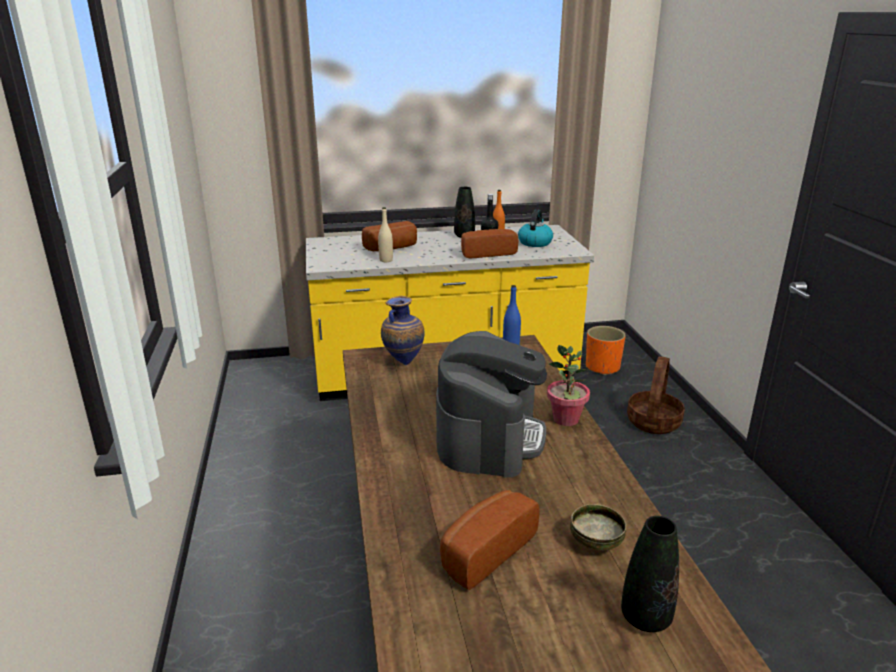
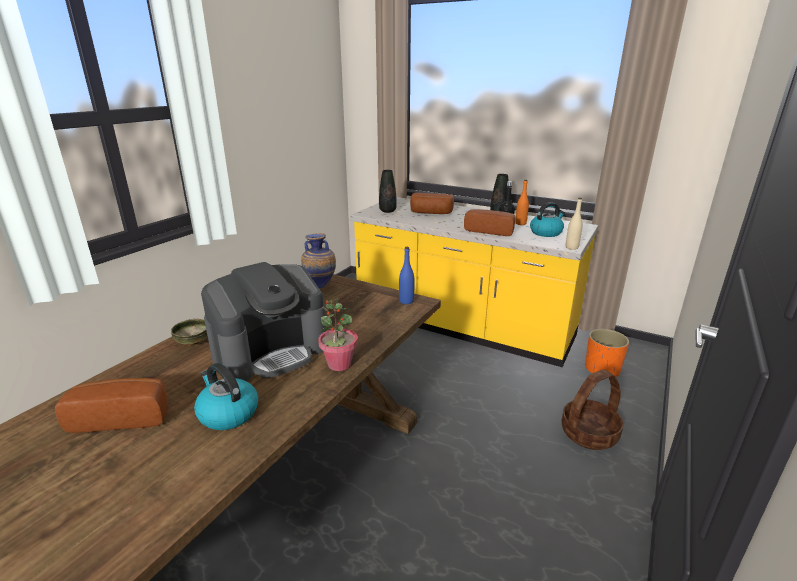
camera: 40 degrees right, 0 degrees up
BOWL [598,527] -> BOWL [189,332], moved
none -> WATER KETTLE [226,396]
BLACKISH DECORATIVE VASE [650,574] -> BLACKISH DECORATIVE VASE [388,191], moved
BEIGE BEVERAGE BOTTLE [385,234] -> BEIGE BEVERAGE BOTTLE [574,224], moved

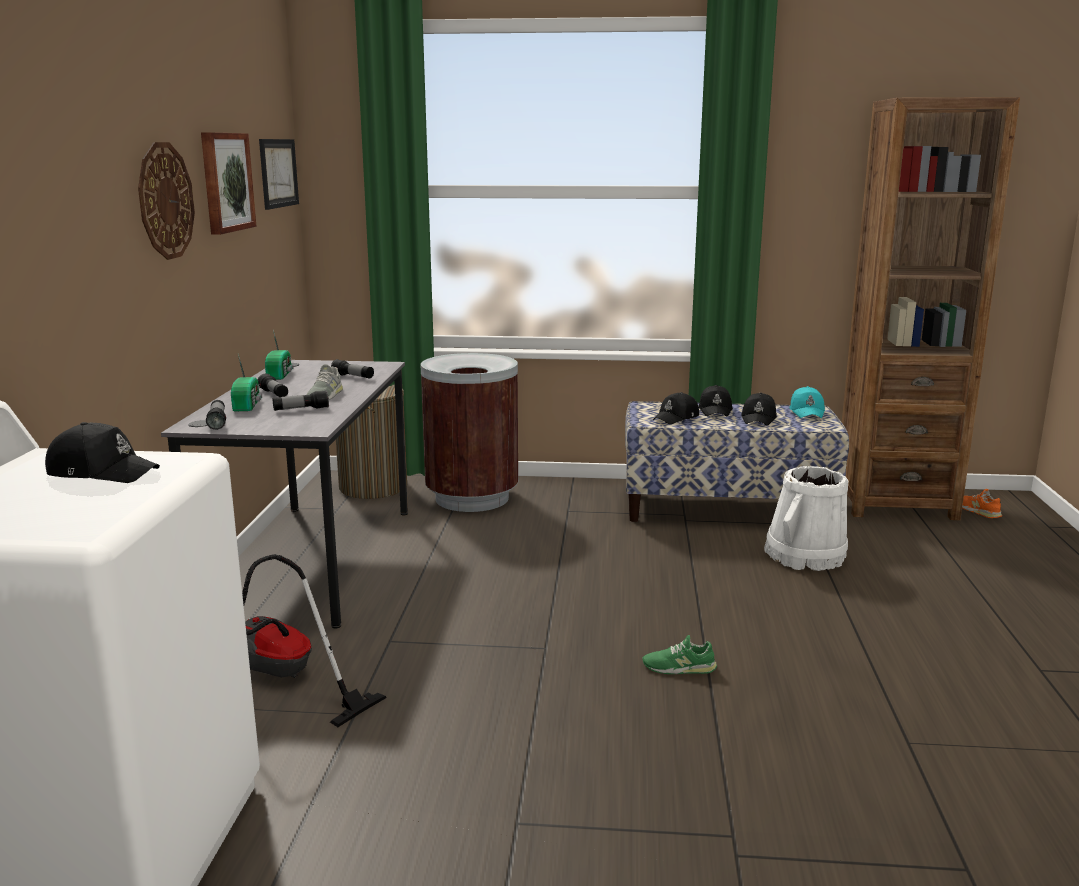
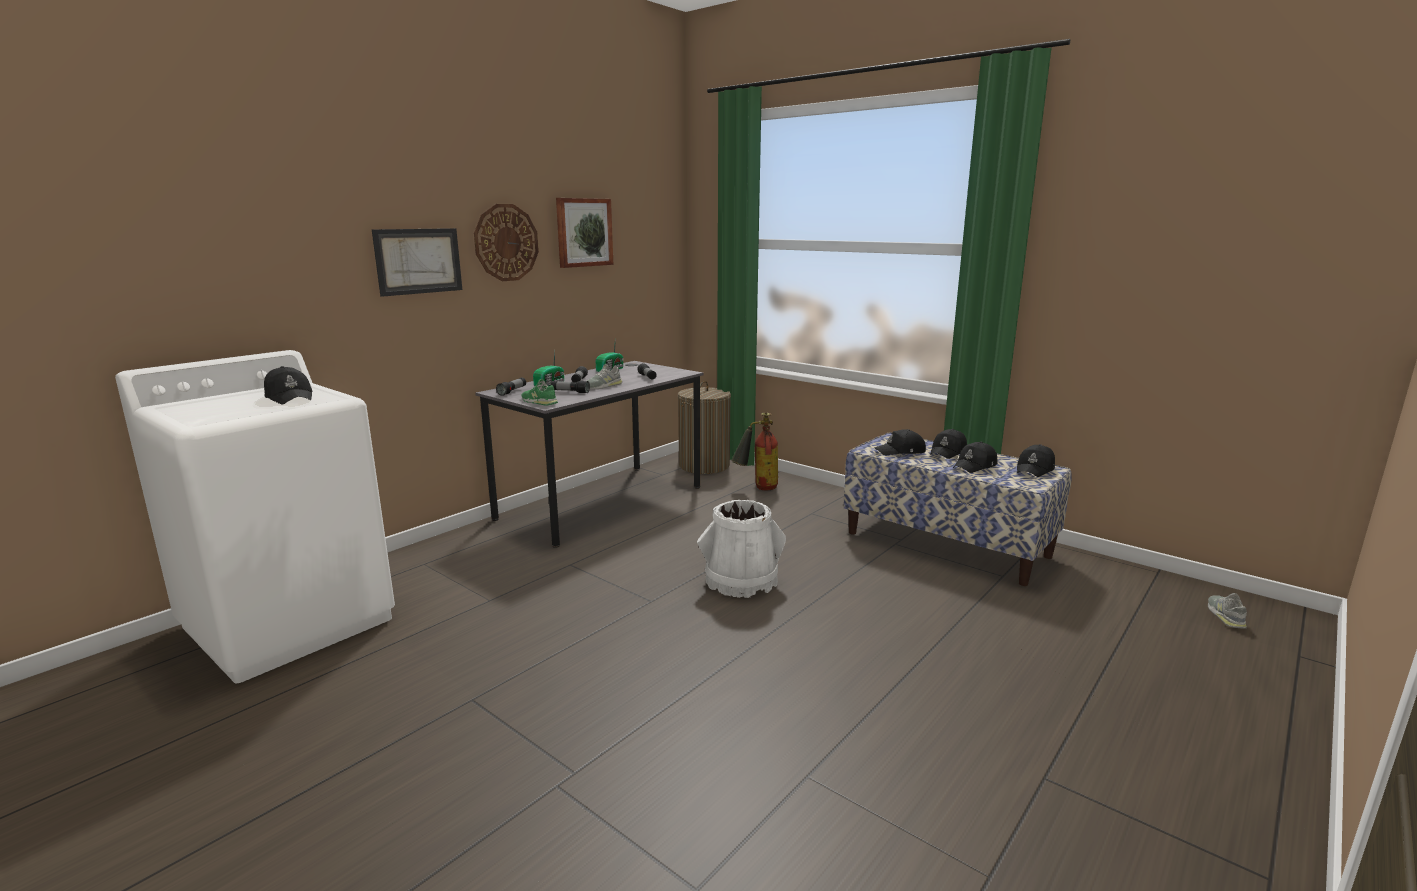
camera: 35 degrees right, 0 degrees up
WALL ART [279,174] -> WALL ART [417,262], moved
GREEN-COLOURED LOW SHOE [679,654] -> GREEN-COLOURED LOW SHOE [539,392], moved
WHITE WATER BUCKET [806,518] -> WHITE WATER BUCKET [741,548], moved
BROWNISH WASTE BIN [469,432] -> EXTINGUISHER [755,451]
BLUE-GREEN CAP [807,402] -> BLACKISH CAP [1036,460]
ORANGE LOW SHOE [982,503] -> GRAY LOW SHOE [1227,611]
VACUUM CLEANER [314,640] -> none
BROWNISH BOOKSHELF [931,308] -> none

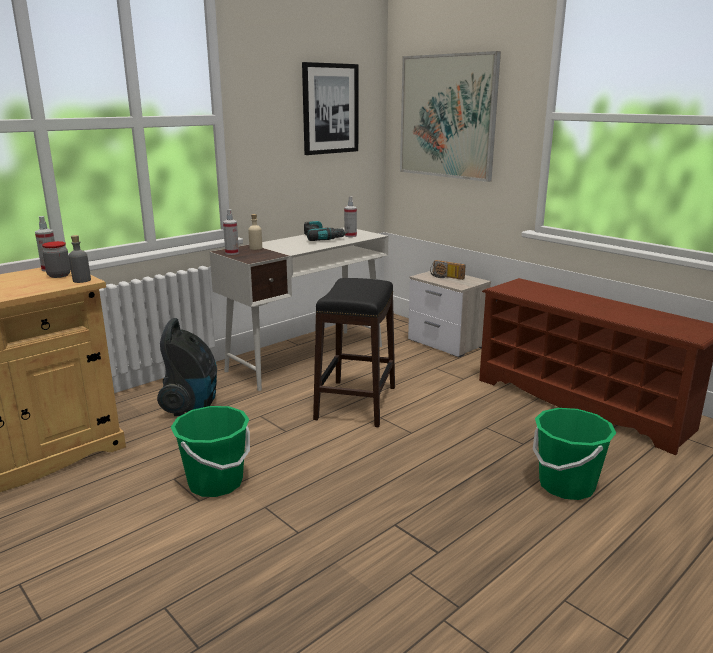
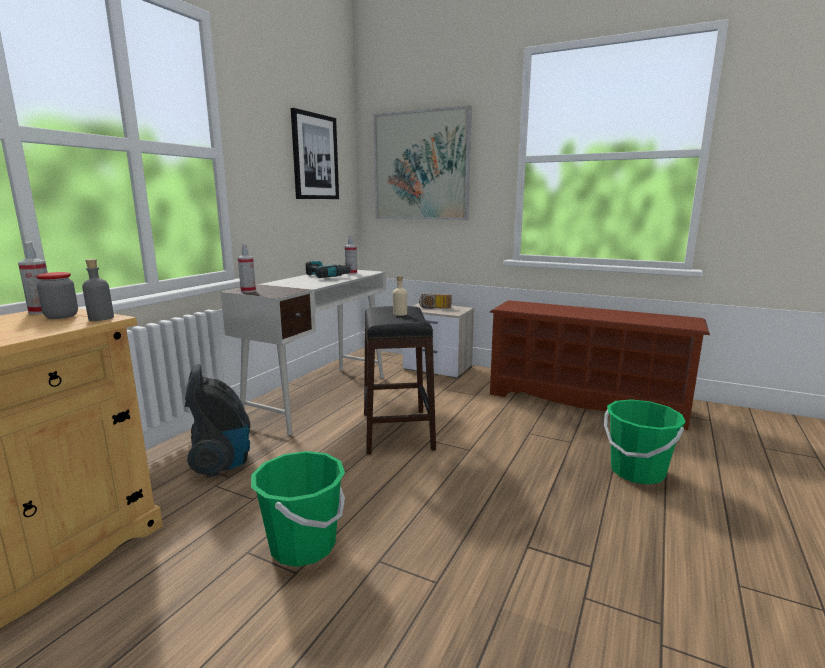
camera: 20 degrees left, 5 degrees down
BEIGE BEVERAGE BOTTLE [255,232] -> BEIGE BEVERAGE BOTTLE [400,296], moved

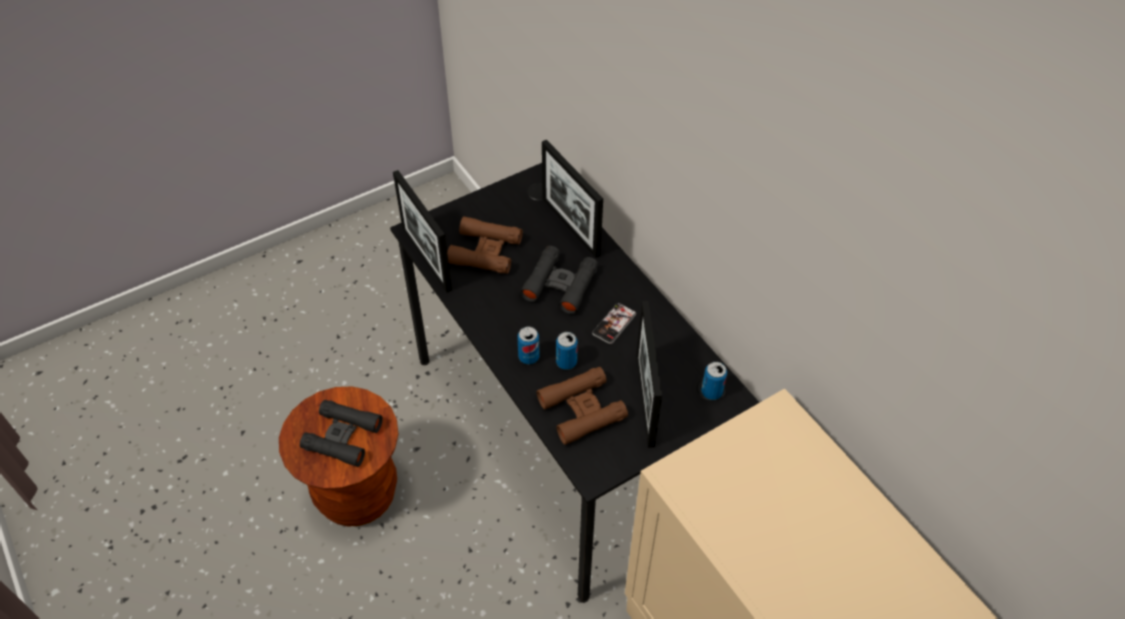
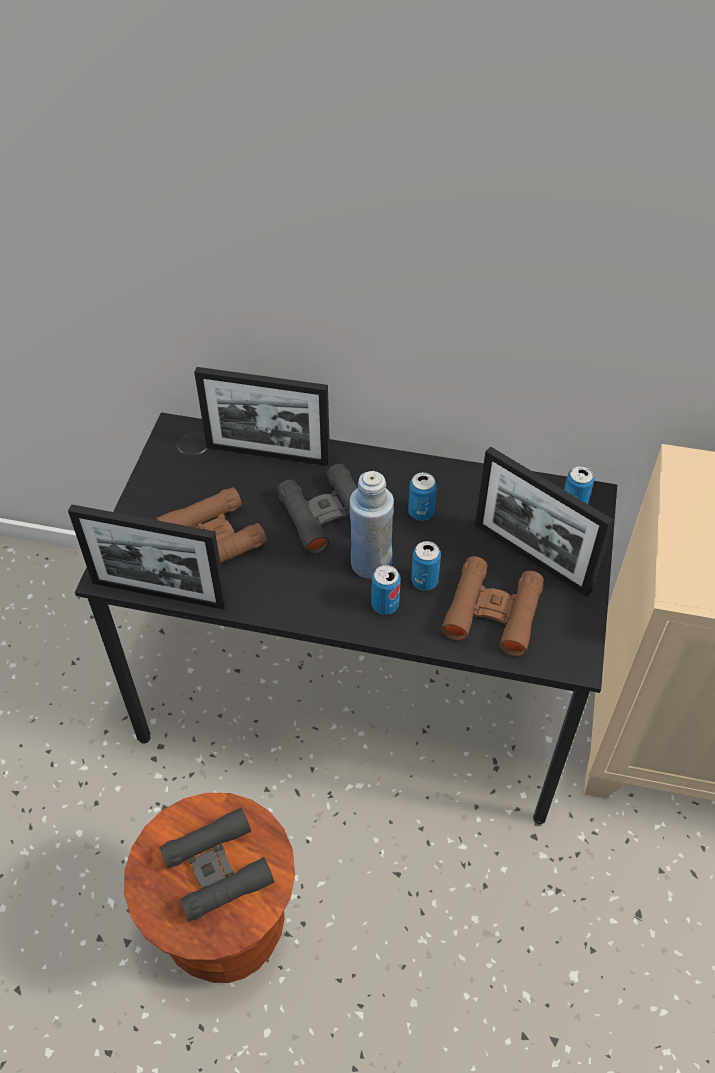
camera: 45 degrees left, 0 degrees up
none -> BLUE-COLOURED BEVERAGE BOTTLE [372,525]
HANDSET [614,323] -> METAL CAN [422,496]

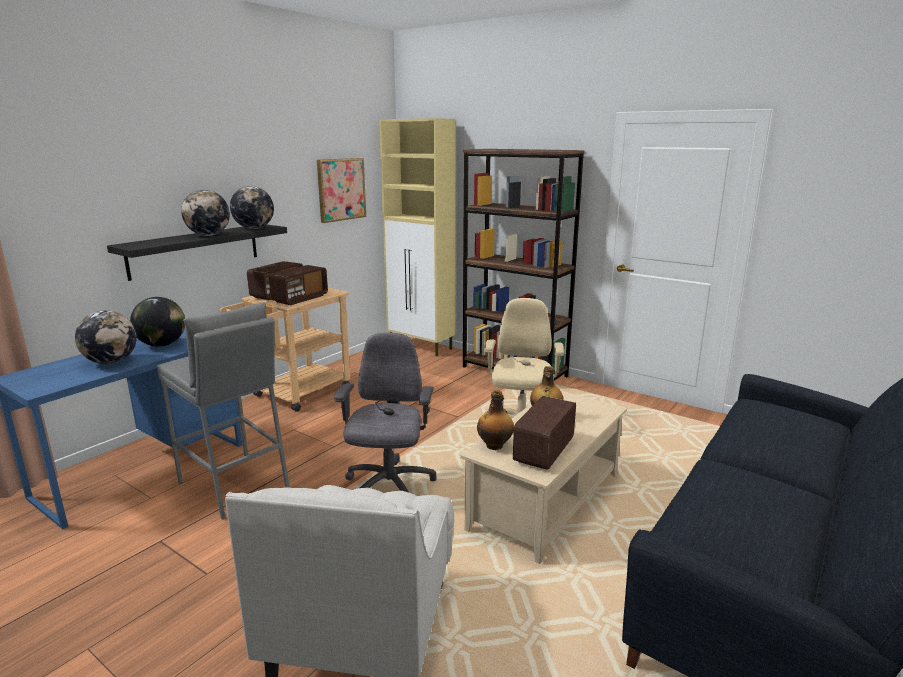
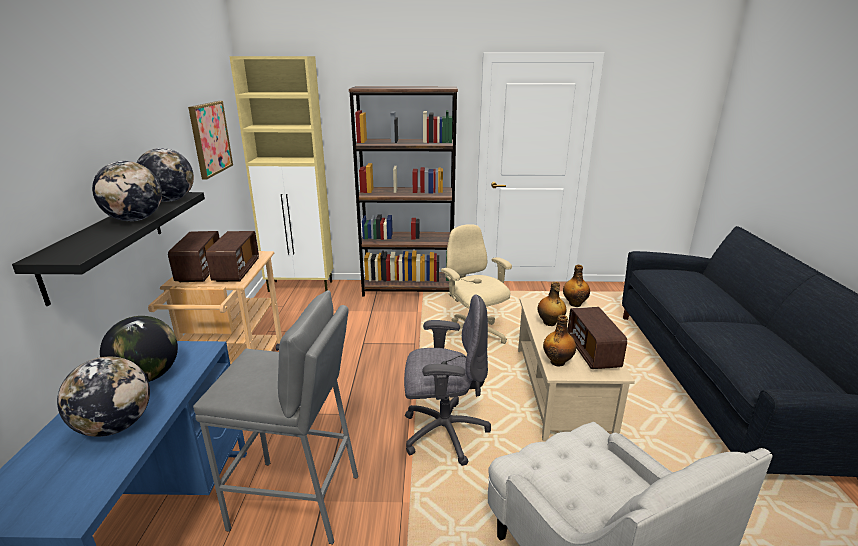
camera: 35 degrees left, 5 degrees up
GRAY DESK CHAIR [385,412] -> GRAY DESK CHAIR [447,380], 120 degrees clockwise
none -> BEVERAGE BOTTLE [576,286]

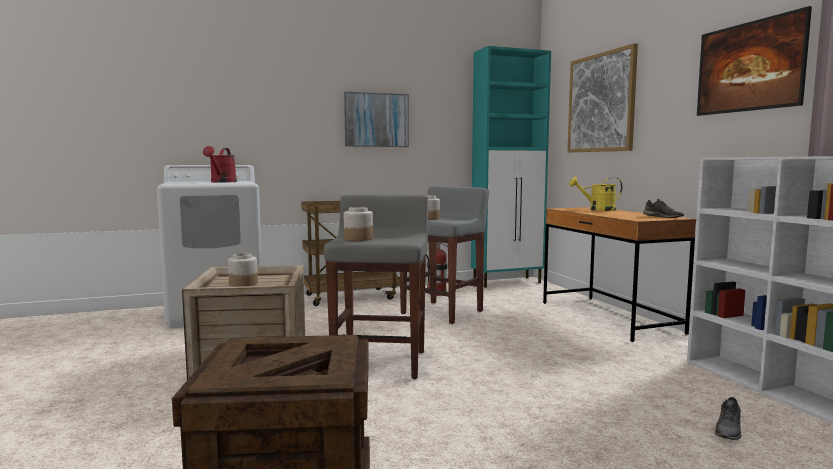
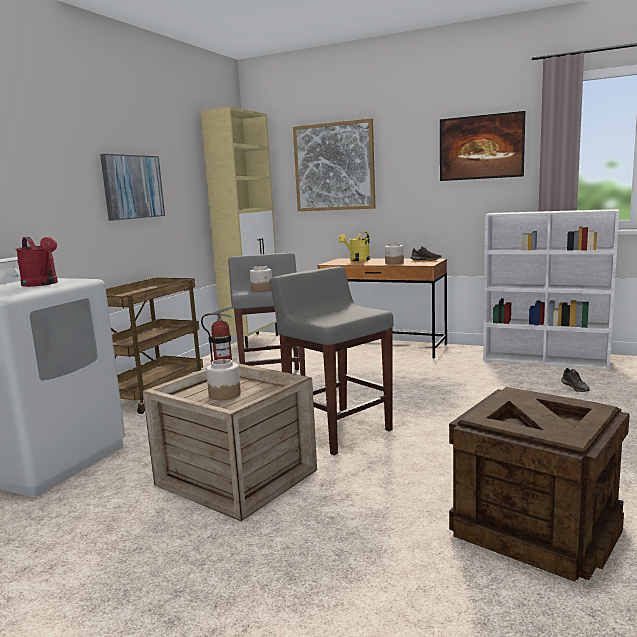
camera: 45 degrees left, 5 degrees up
BLUE-GREEN CUPBOARD [511,167] -> BEIGE CUPBOARD [239,227]
JAR [358,224] -> JAR [394,254], moved

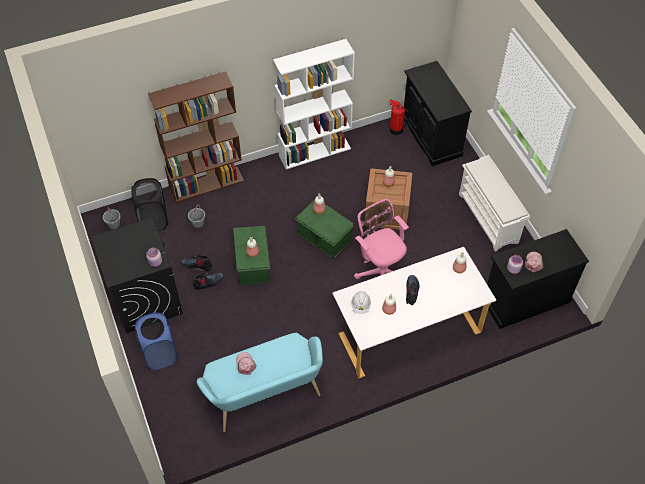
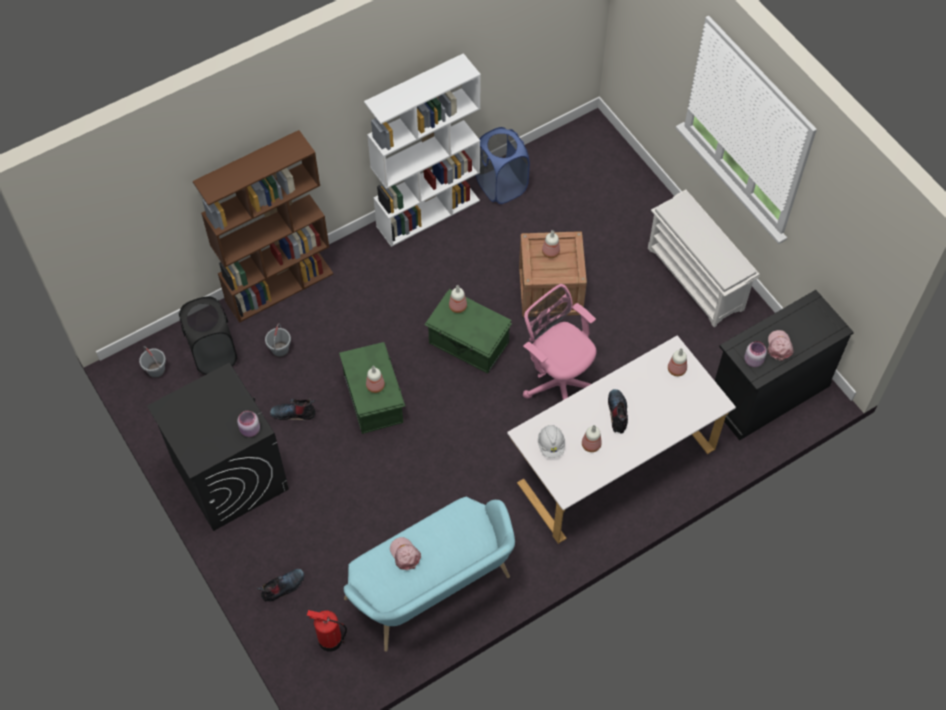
camera: 10 degrees left, 5 degrees up
BOOT [206,281] -> BOOT [280,585], moved
EXTINGUISHER [399,117] -> EXTINGUISHER [327,631], moved
BLUE-COLOURED WASHING BASKET [156,341] -> BLUE-COLOURED WASHING BASKET [503,165], moved
BLACKISH CUPBOARD [438,113] -> none

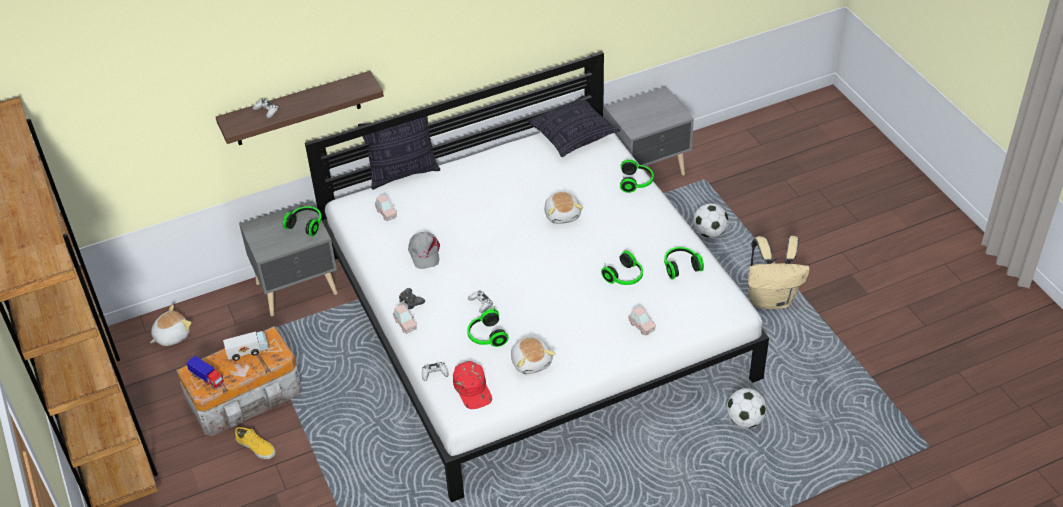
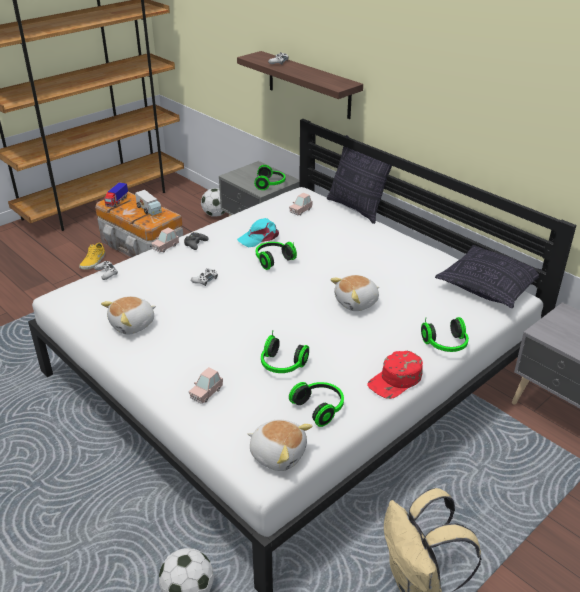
camera: 70 degrees right, 10 degrees down
FOOTBALL BALL [710,220] -> FOOTBALL BALL [213,202], moved
GRAY CAP [424,250] -> BLUE-GREEN CAP [258,232]
CUDDLY TOY [170,325] -> CUDDLY TOY [280,445], moved
PAIR OF HEADPHONES [488,327] -> PAIR OF HEADPHONES [276,256], moved
RED-COLOURED CAP [472,385] -> RED-COLOURED CAP [395,375], moved

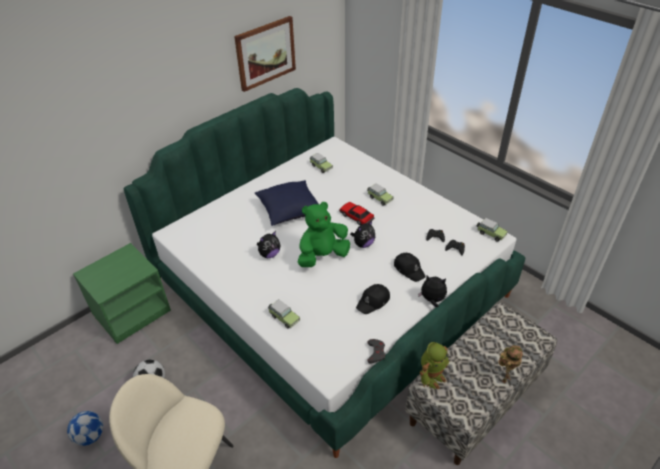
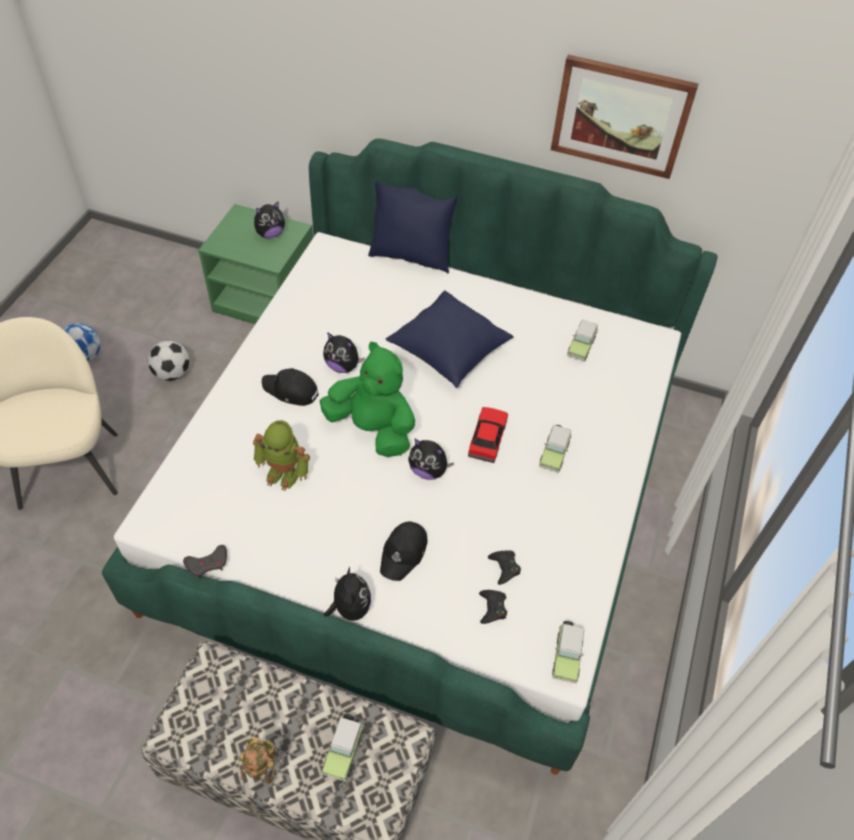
camera: 60 degrees right, 10 degrees up
ROBOT FIGURE [434,365] -> ROBOT FIGURE [281,455], moved
none -> CUDDLY TOY [269,220]
BLACKISH CAP [373,299] -> BLACKISH CAP [290,387], moved
MODEL CAR [284,314] -> MODEL CAR [343,748], moved
none -> BLUE-COLOURED CUSHION [412,227]

